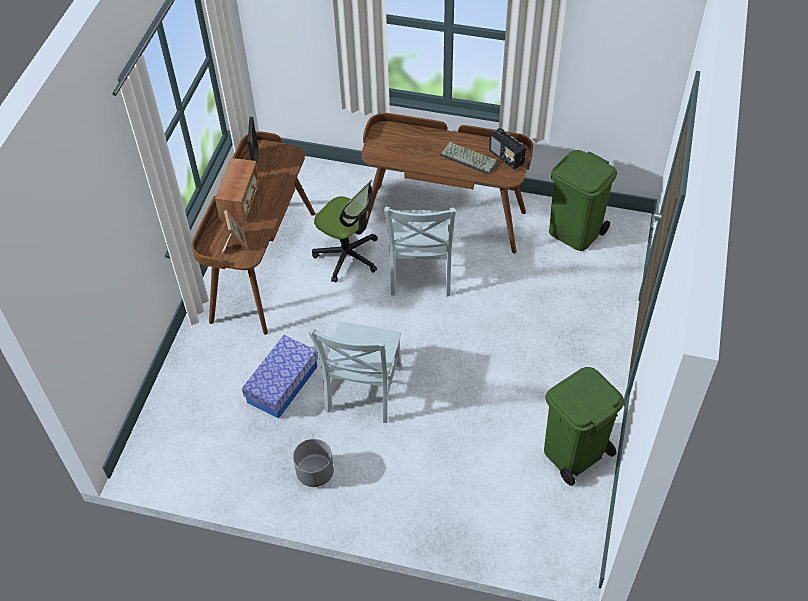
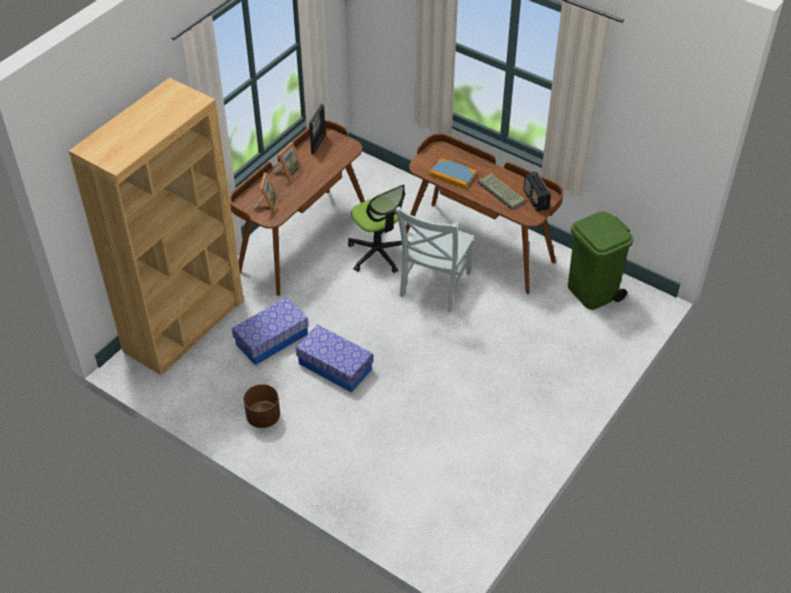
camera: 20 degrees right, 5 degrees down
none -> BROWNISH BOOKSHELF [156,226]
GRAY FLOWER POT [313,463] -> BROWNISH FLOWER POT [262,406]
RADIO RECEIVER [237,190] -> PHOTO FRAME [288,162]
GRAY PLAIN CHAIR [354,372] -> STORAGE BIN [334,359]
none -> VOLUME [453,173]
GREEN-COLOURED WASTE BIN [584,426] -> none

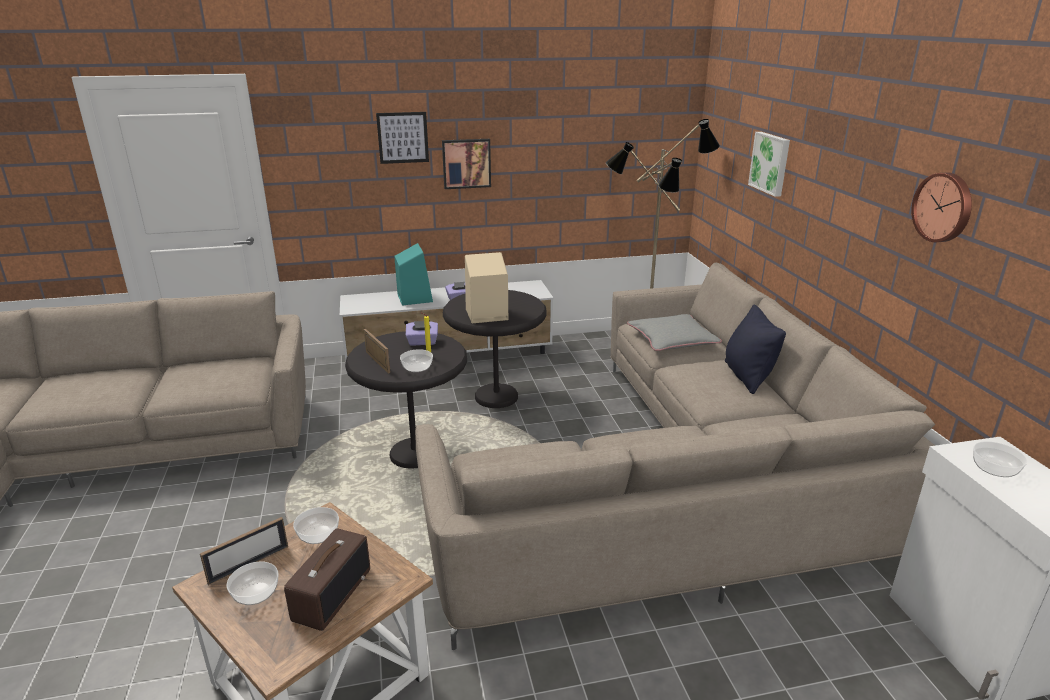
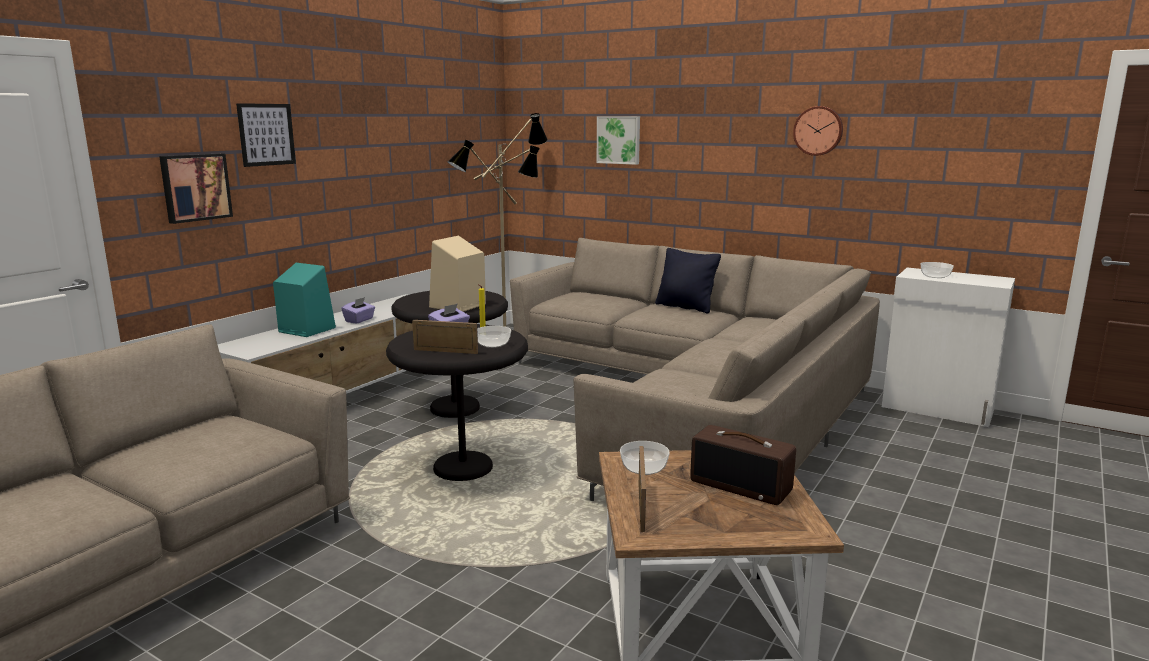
camera: 45 degrees left, 10 degrees down
WALL ART [466,164] -> WALL ART [196,188], moved
RADIO RECEIVER [327,580] -> RADIO RECEIVER [743,465], 150 degrees clockwise
BOWL [253,583] -> none
GRAY CUSHION [674,332] -> none

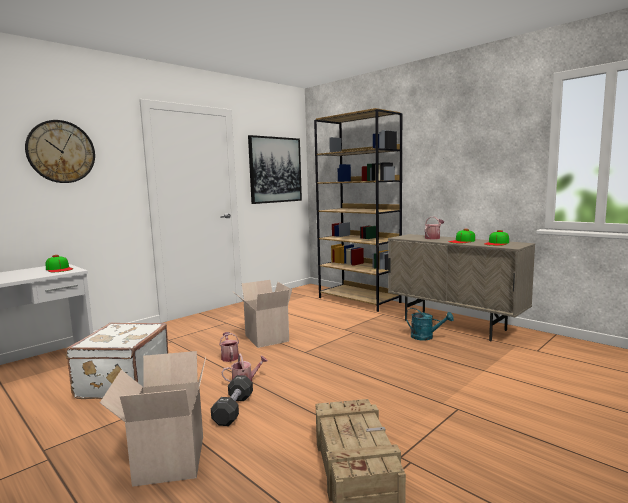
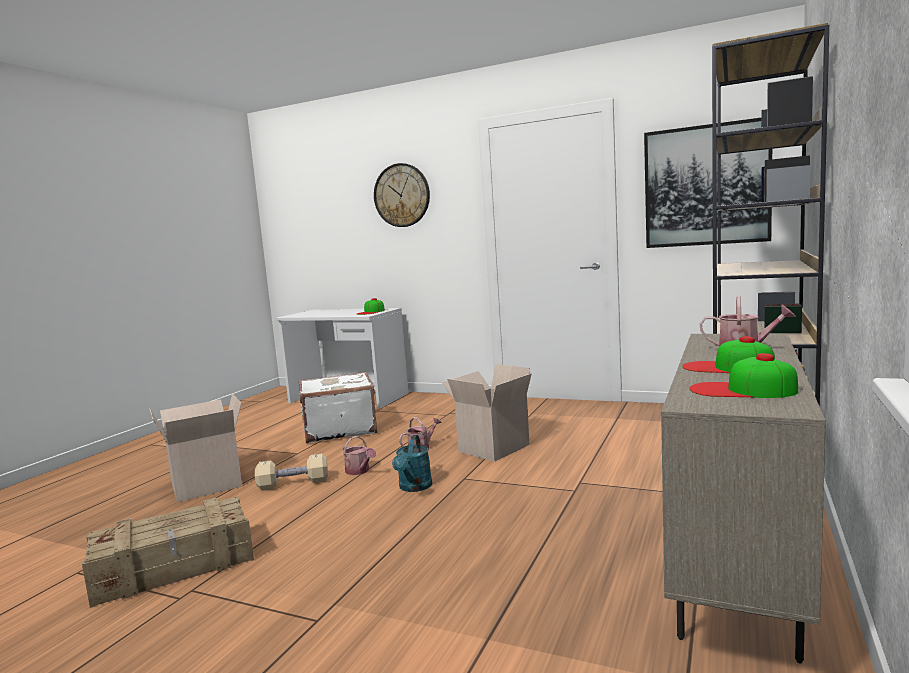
camera: 70 degrees right, 0 degrees up
BLACKISH HAND WEIGHT [232,400] -> BEIGE HAND WEIGHT [291,472]
BLUE-GREEN WATERING POT [429,324] -> BLUE-GREEN WATERING POT [412,463], moved

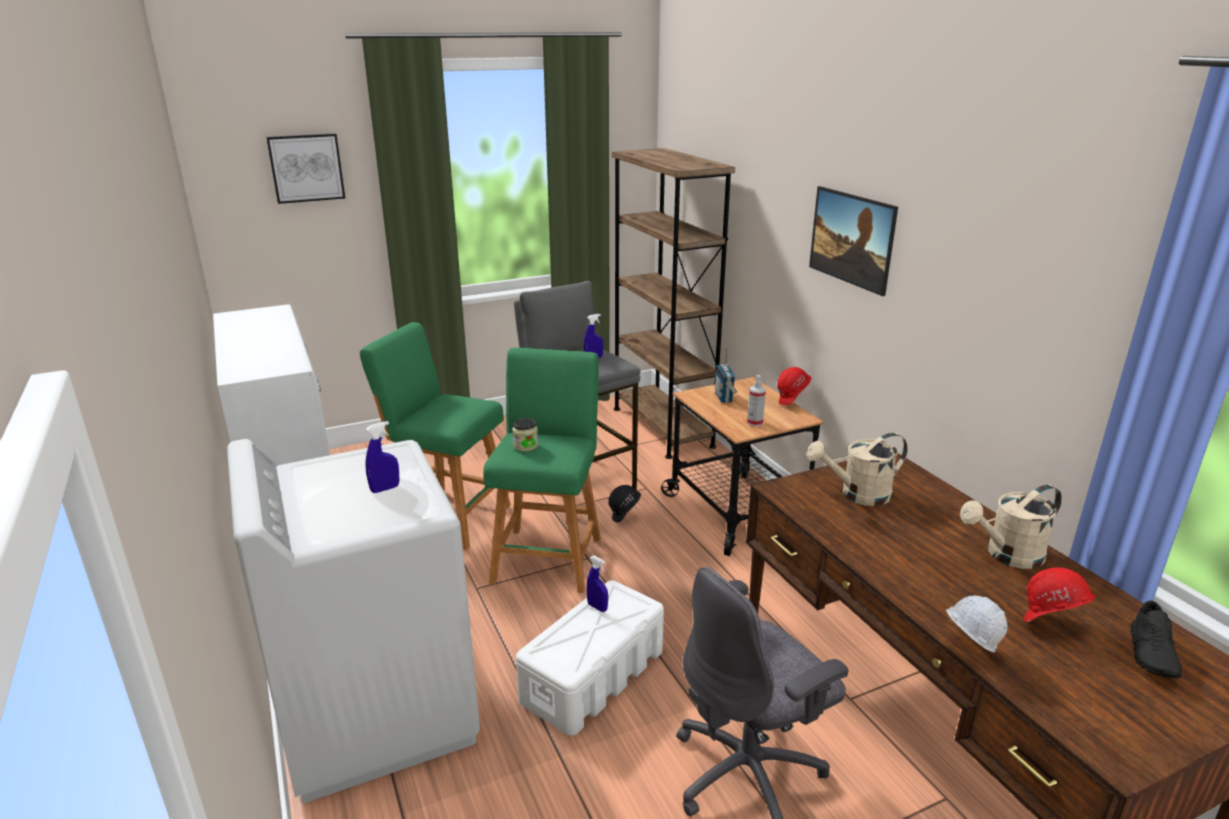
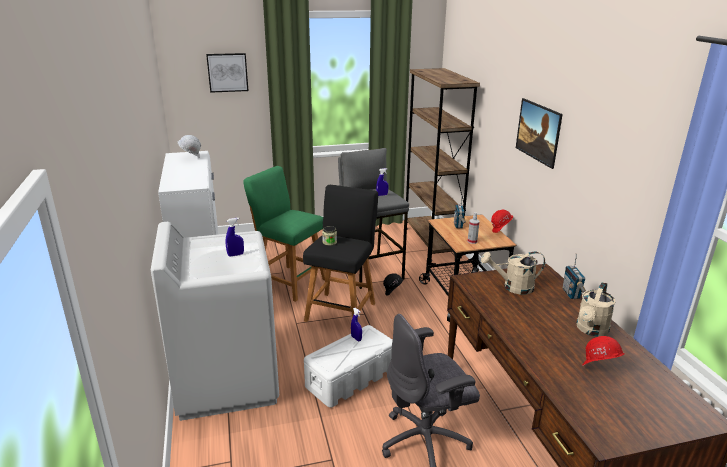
camera: 10 degrees right, 0 degrees up
WHITE WORK HELMET [977,624] -> WHITE WORK HELMET [189,146], moved
GREEN-COLOURED STOOL [542,470] -> BLACKISH STOOL [340,253]
none -> RADIO RECEIVER [574,276]
BEIGE WATERING POT [1011,527] -> BEIGE WATERING POT [595,309], 45 degrees counterclockwise
BLACKISH LOW SHOE [1156,639] -> none

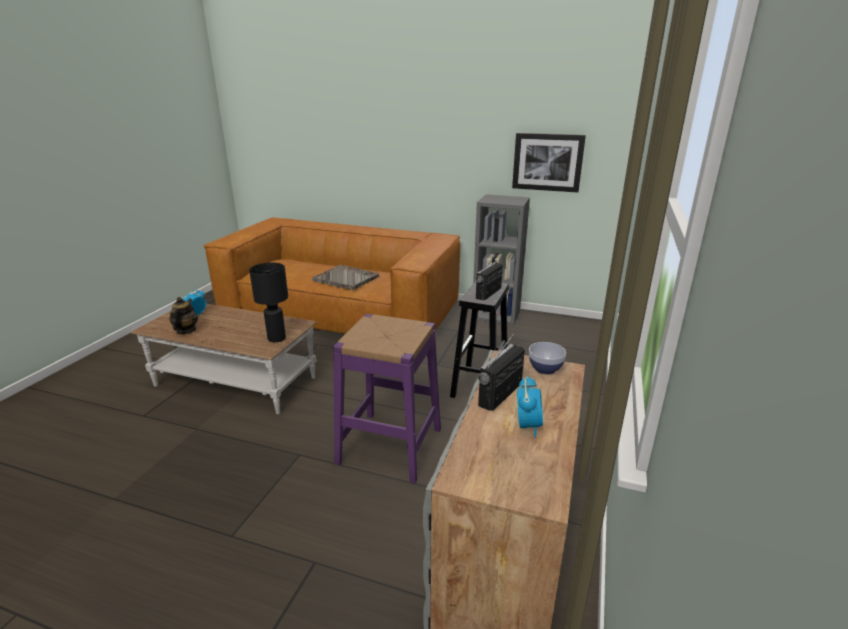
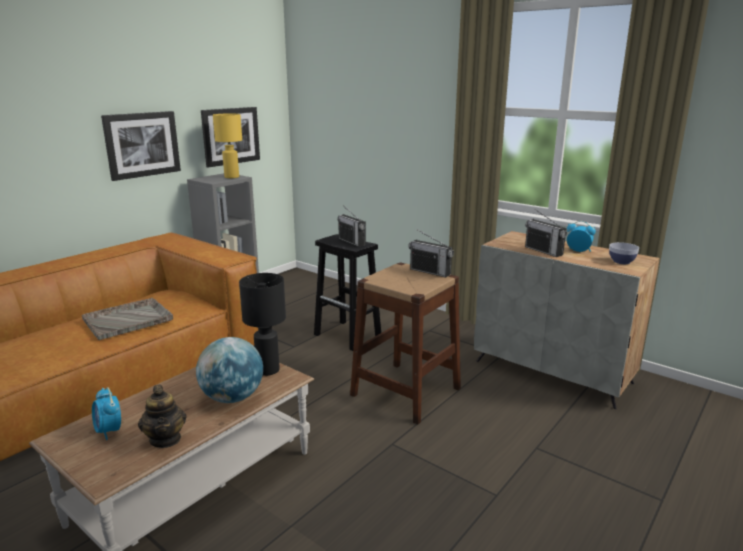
camera: 70 degrees left, 5 degrees down
none -> WALL ART [141,146]
POT FOR TEA [183,316] -> POT FOR TEA [162,416], 135 degrees counterclockwise
none -> WORLD GLOBE [229,370]
none -> YELLOW-COLOURED LAMP FOR A TABLE [227,146]
PURPLE STOOL [387,398] -> BROWNISH STOOL [405,343]
none -> RADIO RECEIVER [431,253]
BOWL [547,358] -> BOWL [624,253], moved

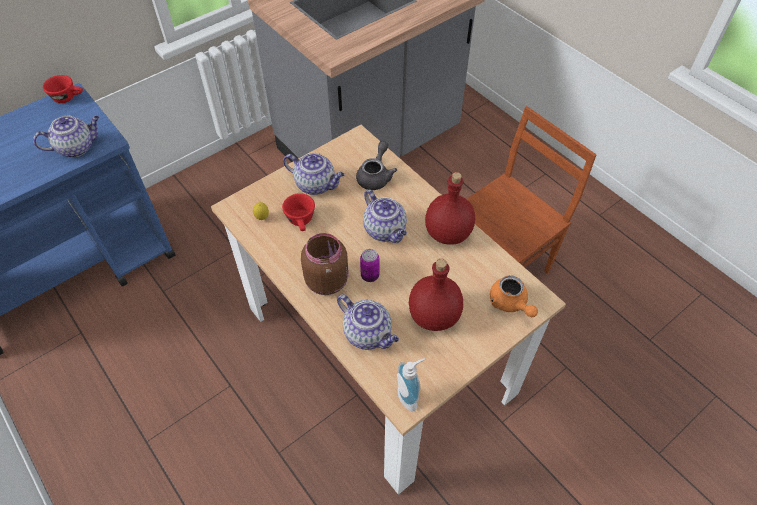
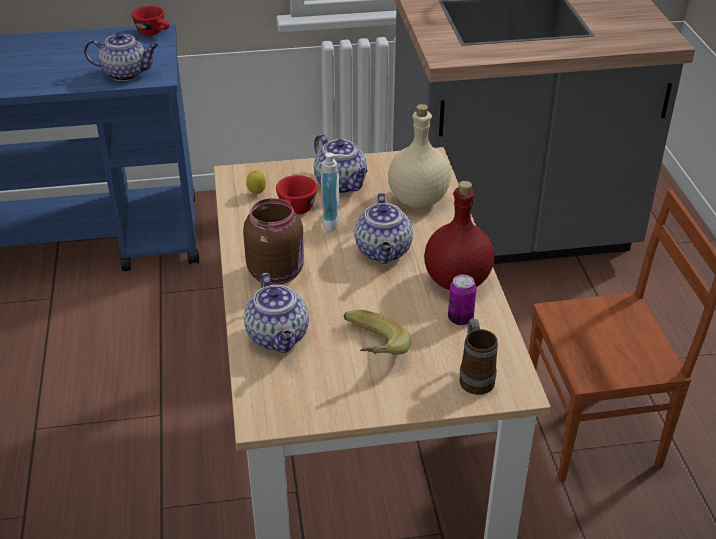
camera: 30 degrees right, 15 degrees down
LIQUID SOAP BOTTLE [411,384] -> LIQUID SOAP BOTTLE [334,192], moved
RED-COLOURED BEVERAGE BOTTLE [436,295] -> BANANA FRUIT [377,332]
GRAY POT FOR TEA [376,165] -> BEIGE BEVERAGE BOTTLE [419,156]
METAL CAN [369,265] -> METAL CAN [462,300], moved
ORANGE POT FOR TEA [514,296] -> COFFEE MUG [478,356]

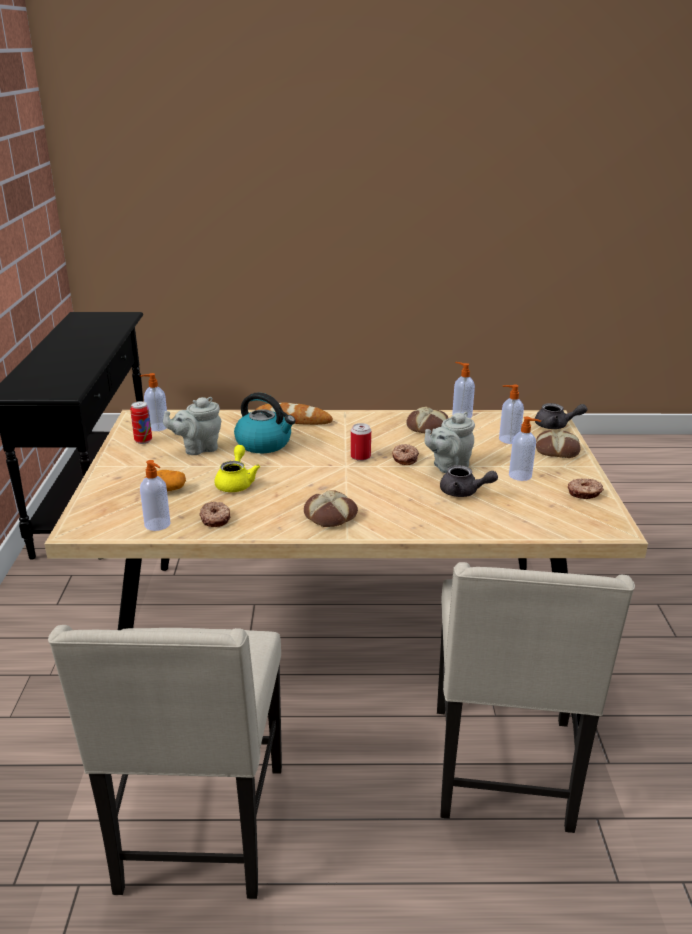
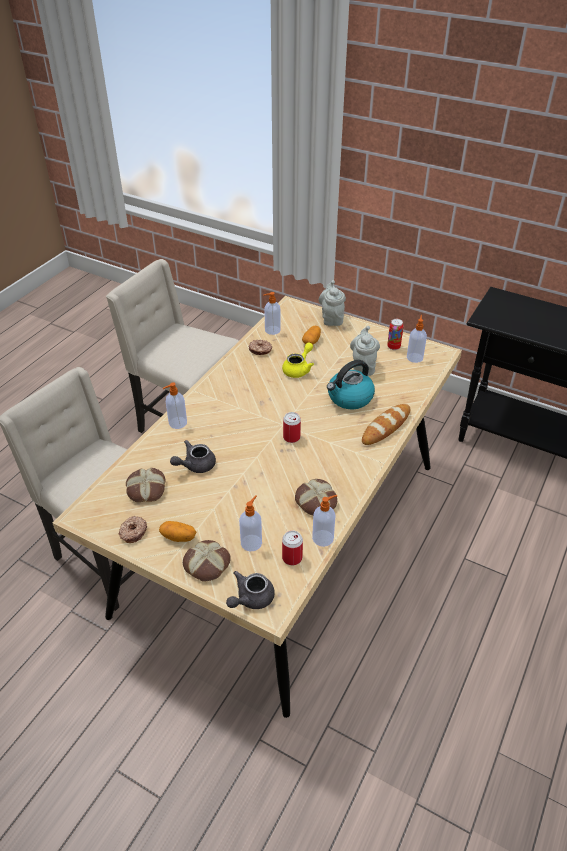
camera: 120 degrees right, 15 degrees up
BAKED BREAD [331,508] -> BAKED BREAD [145,485], moved
none -> WHOLE POTATO [177,531]
LIQUID SOAP BOTTLE [525,449] -> LIQUID SOAP BOTTLE [175,405], moved
YELLOW-COLOURED POT FOR TEA [237,468] -> YELLOW-COLOURED POT FOR TEA [298,360], 90 degrees counterclockwise
none -> METAL CAN [292,547]
GRAY POT FOR TEA [450,442] -> GRAY POT FOR TEA [332,303], moved
DONUT [405,454] -> none

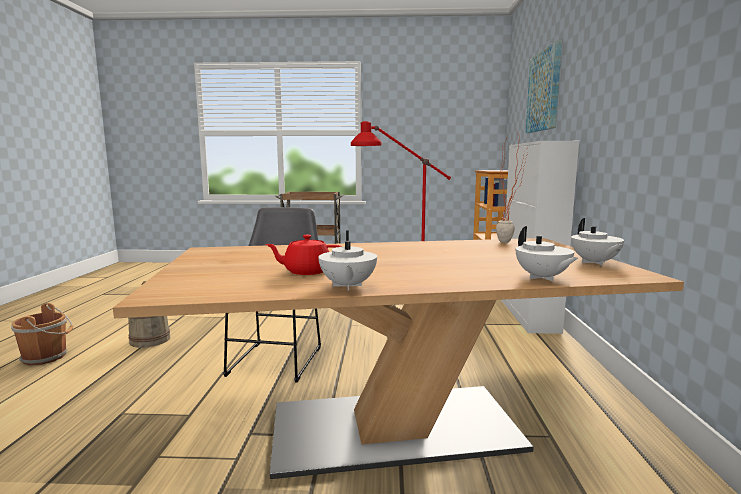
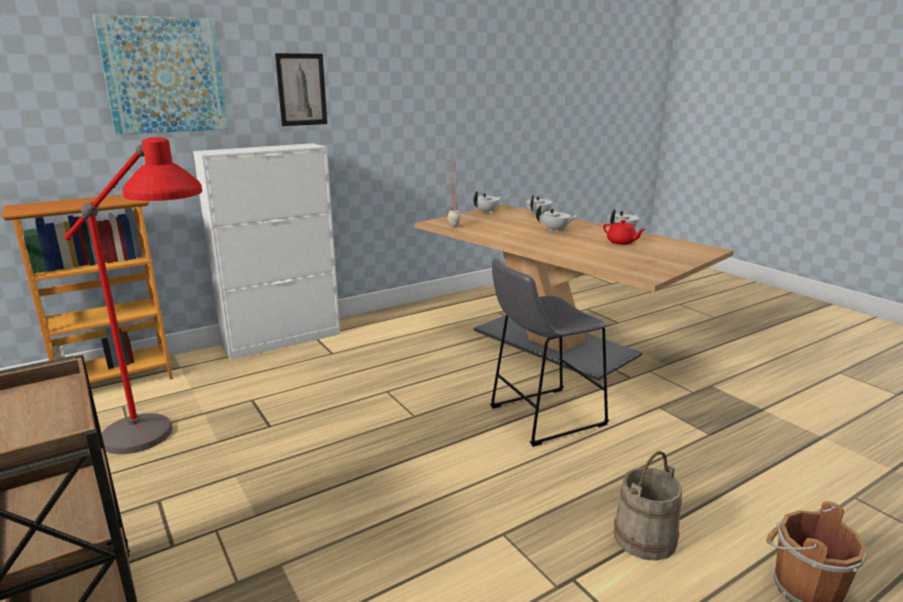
camera: 125 degrees left, 10 degrees up
none -> WALL ART [301,89]
none -> WHITE POT FOR TEA [557,219]

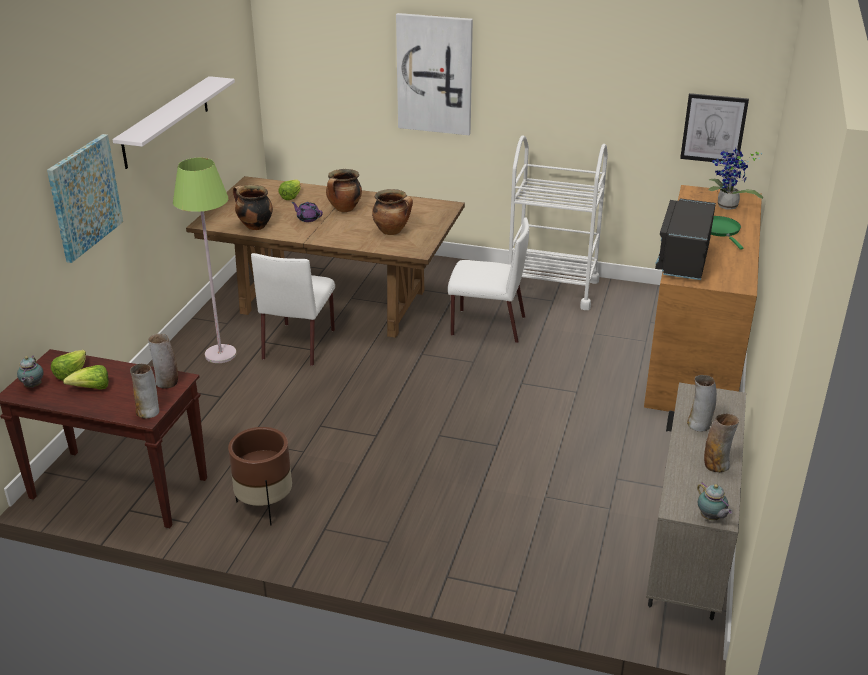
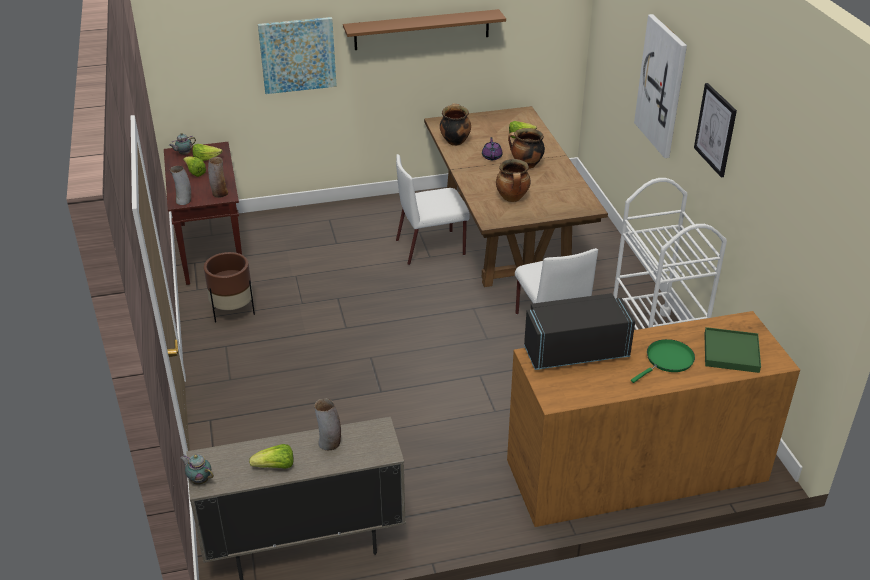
camera: 60 degrees right, 5 degrees up
POT FOR TEA [715,501] -> POT FOR TEA [197,469], 90 degrees clockwise
DECORATIVE VASE [721,443] -> LETTUCE [271,456]
WHITE WALL SHELF [173,122] -> BROWNISH WALL SHELF [424,29]
WALL ART [714,127] -> WALL ART [715,130], moved
POTTED PLANT [735,179] -> GREEN-COLOURED TRAY [732,350]
GREEN-COLOURED FLOOR LAMP [205,260] -> none

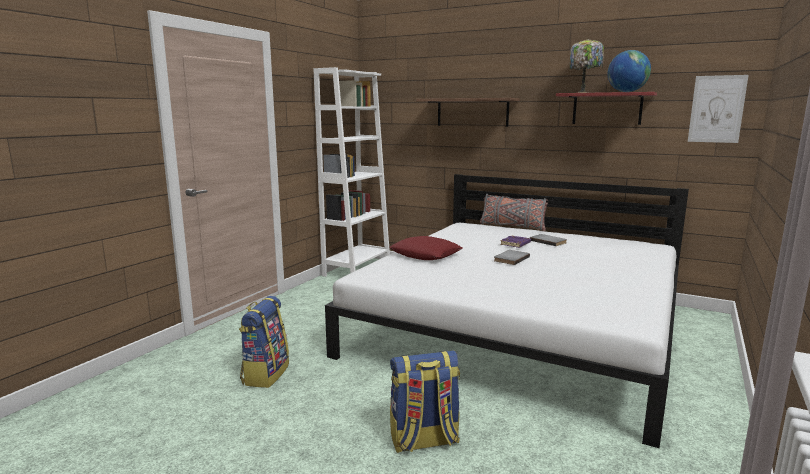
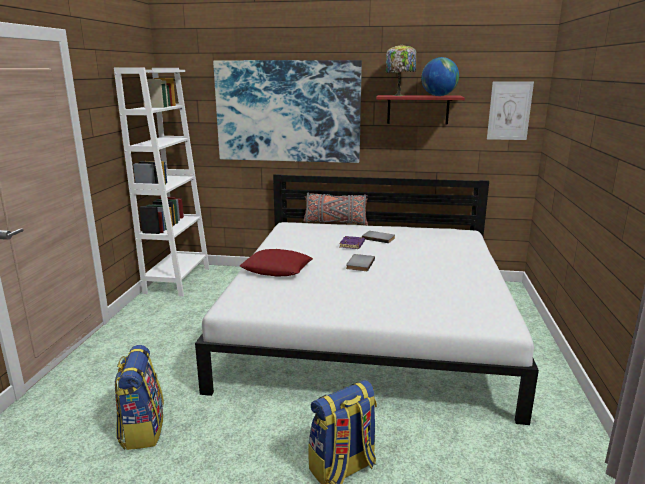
camera: 20 degrees left, 5 degrees up
WALL SHELF [468,112] -> WALL ART [287,111]

